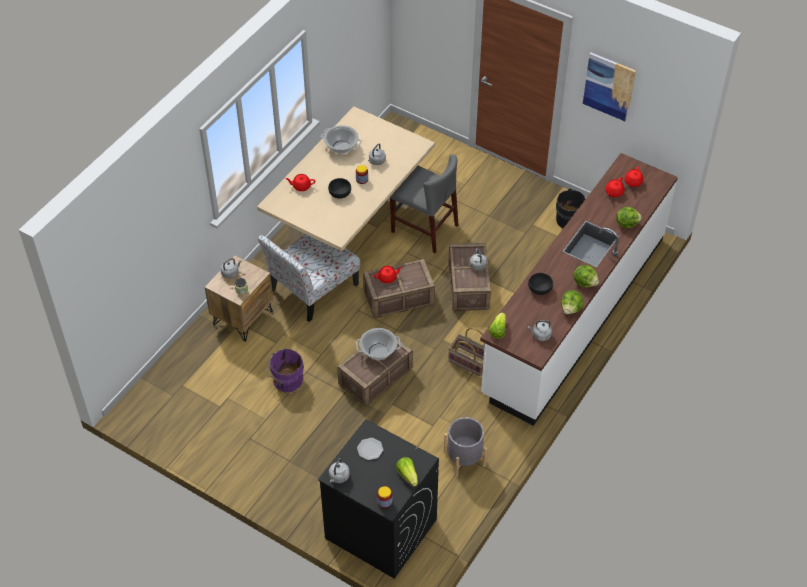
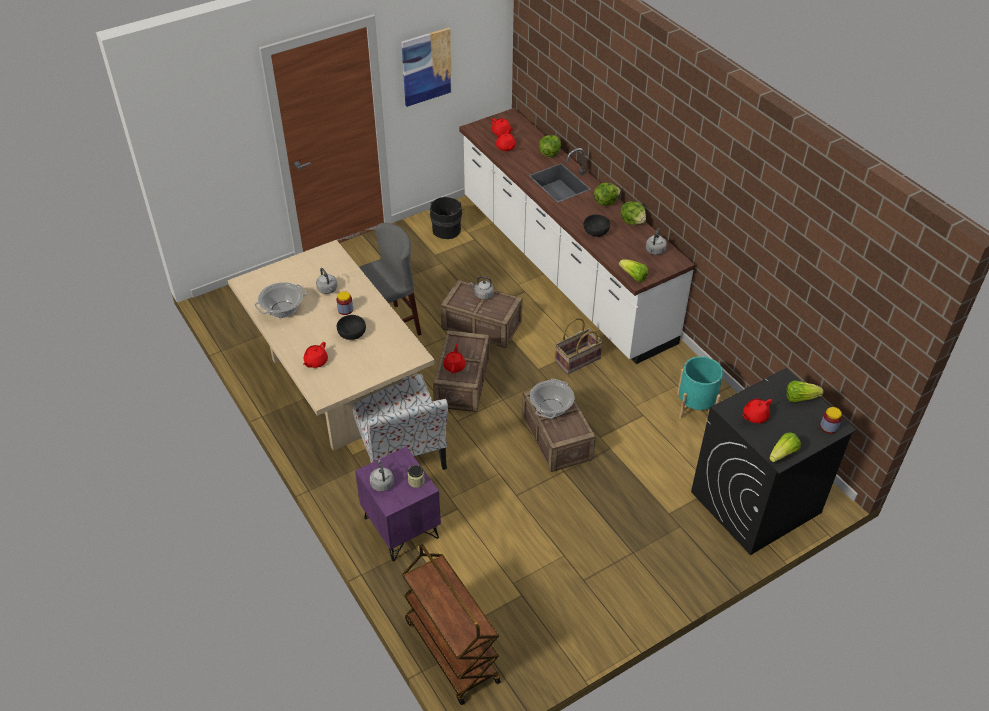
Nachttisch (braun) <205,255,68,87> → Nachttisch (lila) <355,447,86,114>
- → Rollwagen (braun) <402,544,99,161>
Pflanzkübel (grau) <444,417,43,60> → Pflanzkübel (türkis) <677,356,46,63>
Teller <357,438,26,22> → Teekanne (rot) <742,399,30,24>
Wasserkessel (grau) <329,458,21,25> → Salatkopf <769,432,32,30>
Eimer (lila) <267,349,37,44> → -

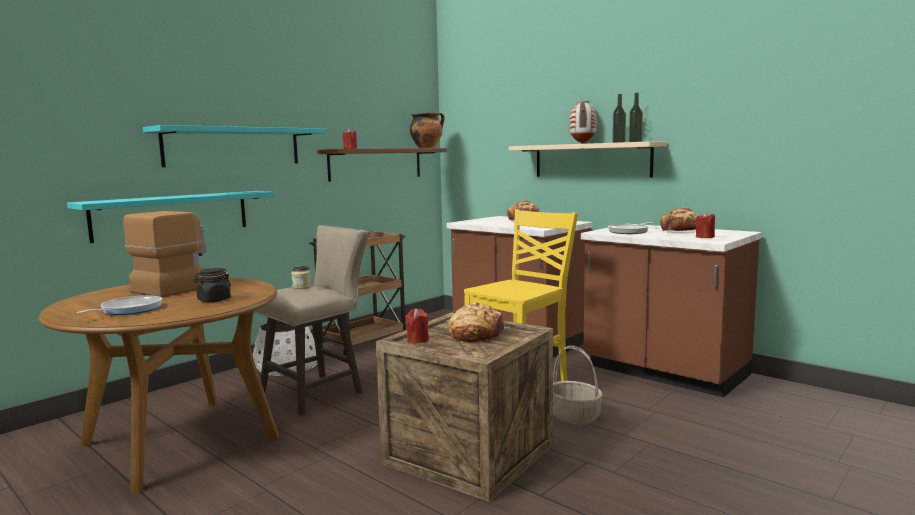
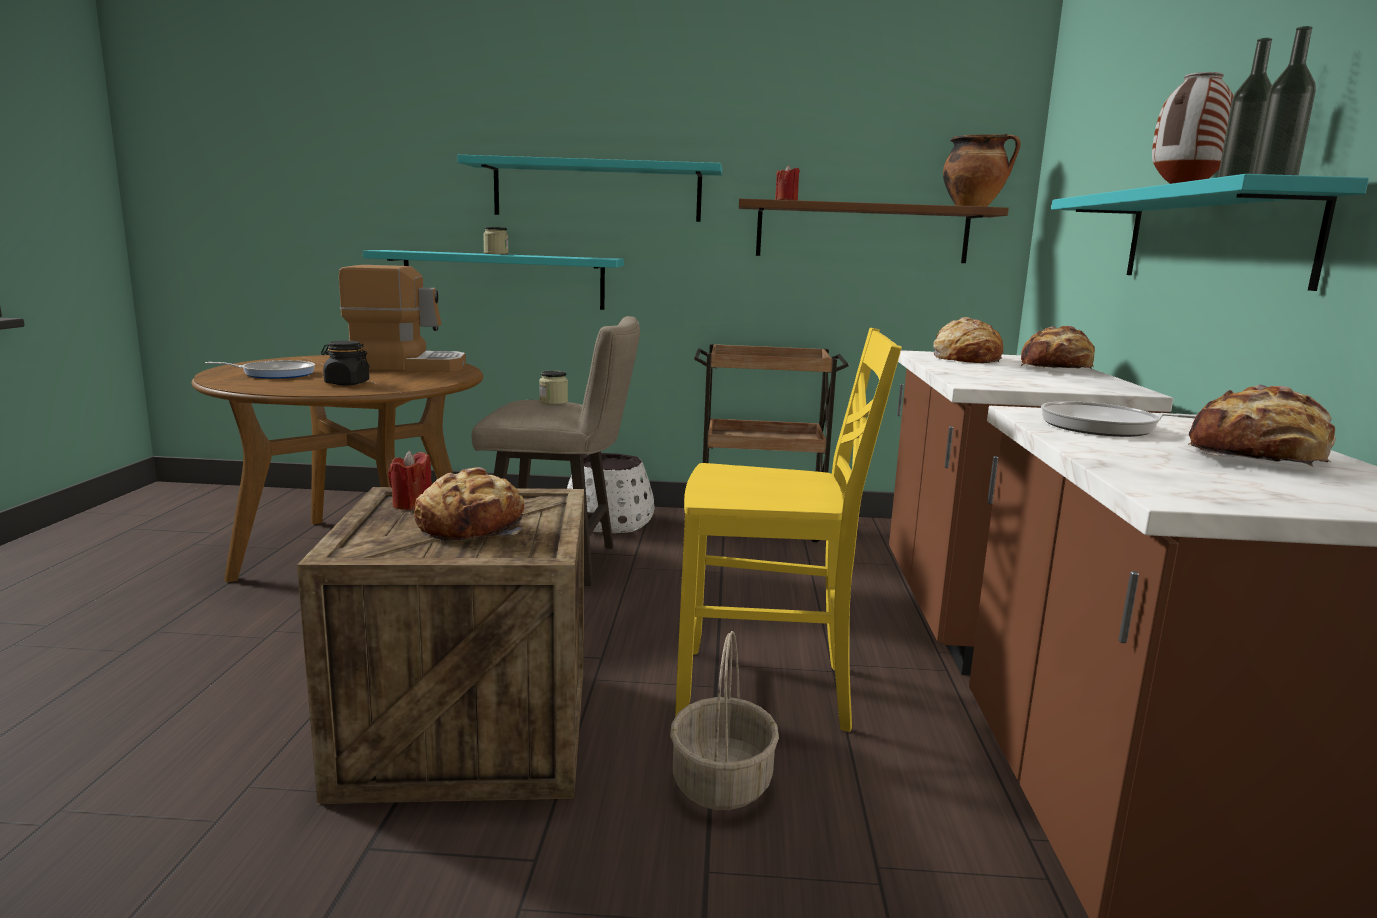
- → Vorratsglas <483,227,25,27>
- → Brot <933,317,71,46>
Wandregal (beige) <509,142,158,36> → Wandregal (türkis) <1051,174,318,117>
Kerze (rot) <695,212,20,26> → -

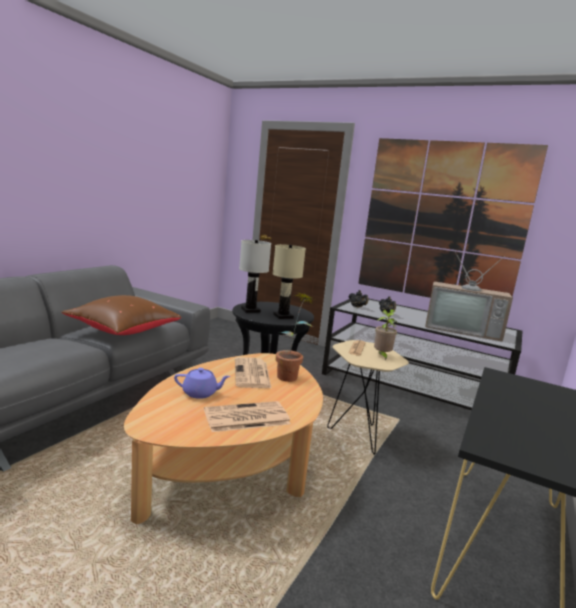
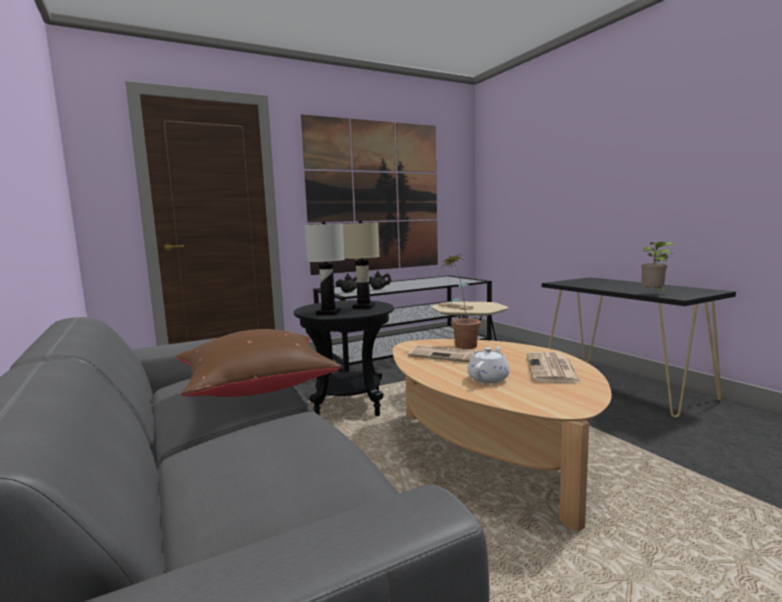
Teekanne (lila) <174,368,56,31> → Teekanne (weiß) <467,346,43,37>
Topfpflanze <374,309,23,52> → Topfpflanze <641,242,34,52>, move
Fernseher <425,250,88,91> → -

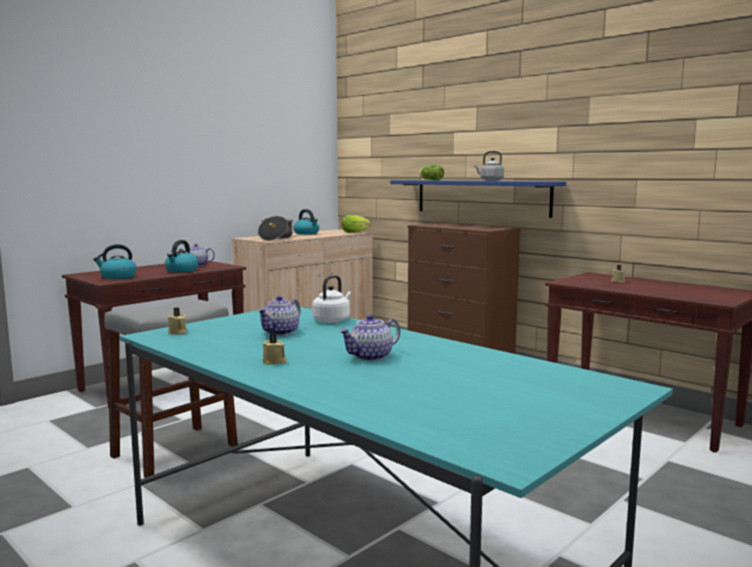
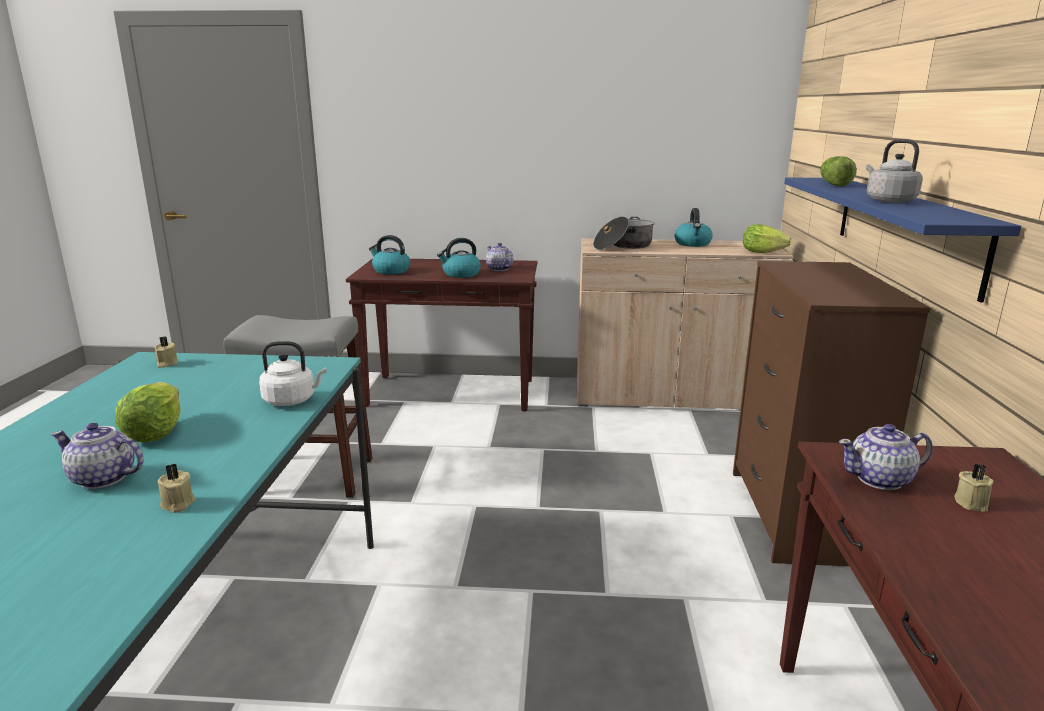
- → Salatkopf <115,382,65,60>
Kerze (beige) <262,333,25,32> → Kerze (beige) <158,463,38,50>, move
Teekanne <257,296,44,40> → Teekanne <839,424,94,66>, move

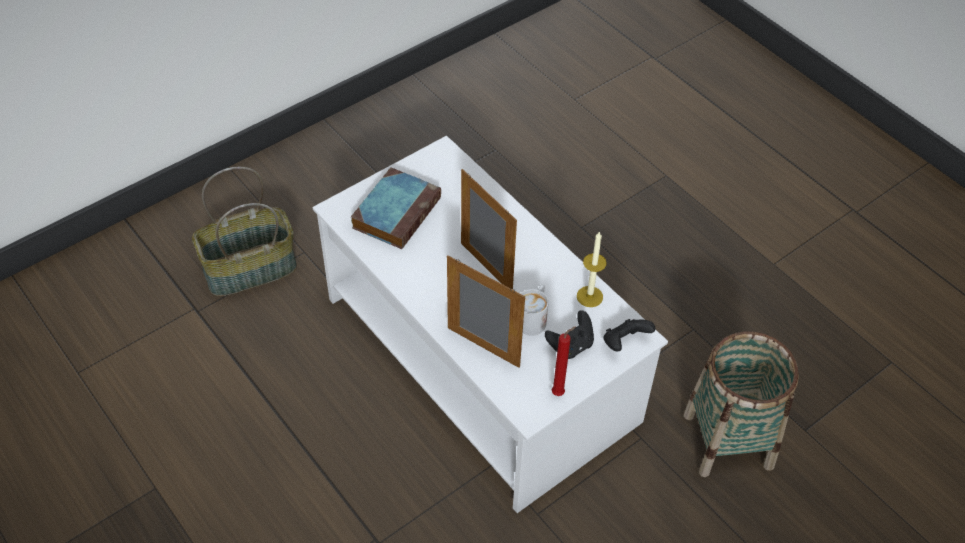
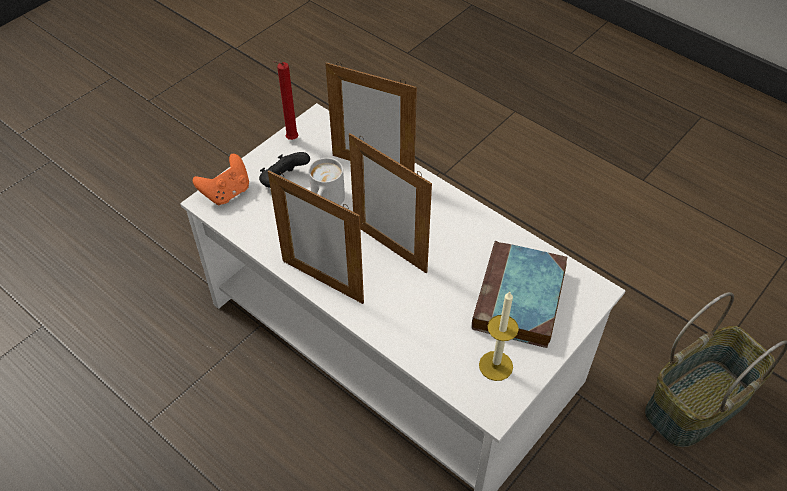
Gamepad (schwarz) <603,319,52,33> → Gamepad (orange) <193,154,56,51>
- → Bilderrahmen <268,171,96,133>
Kerze <577,231,30,76> → Kerze <479,292,40,89>, move
Korb <684,331,115,146> → -

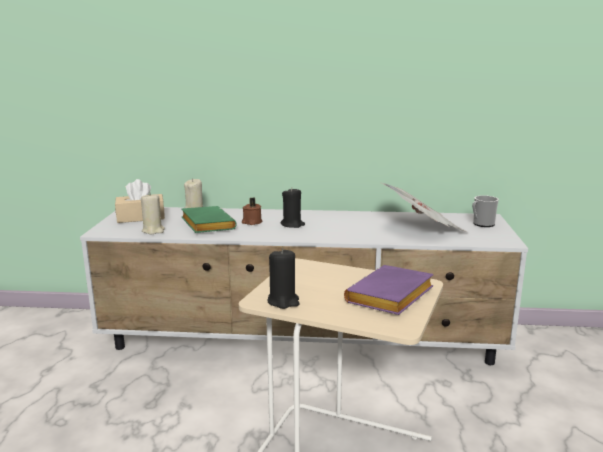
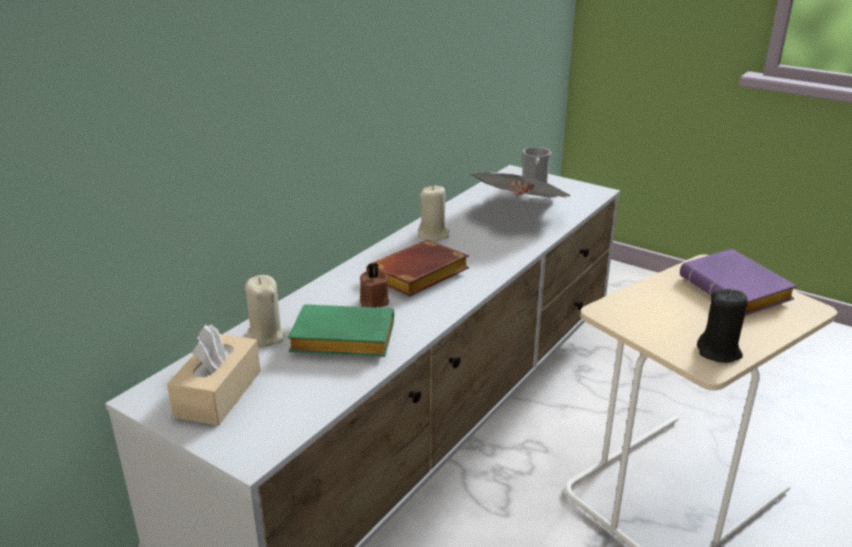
Kerze (schwarz) <280,189,25,39> → Buch (braun) <366,240,103,56>
Kerze (beige) <141,192,24,42> → Kerze (beige) <417,185,32,56>, move

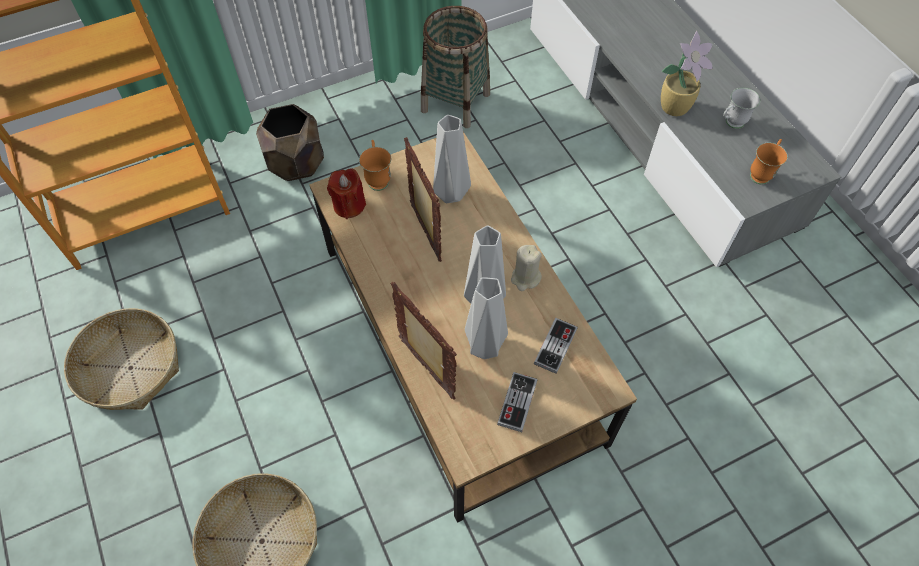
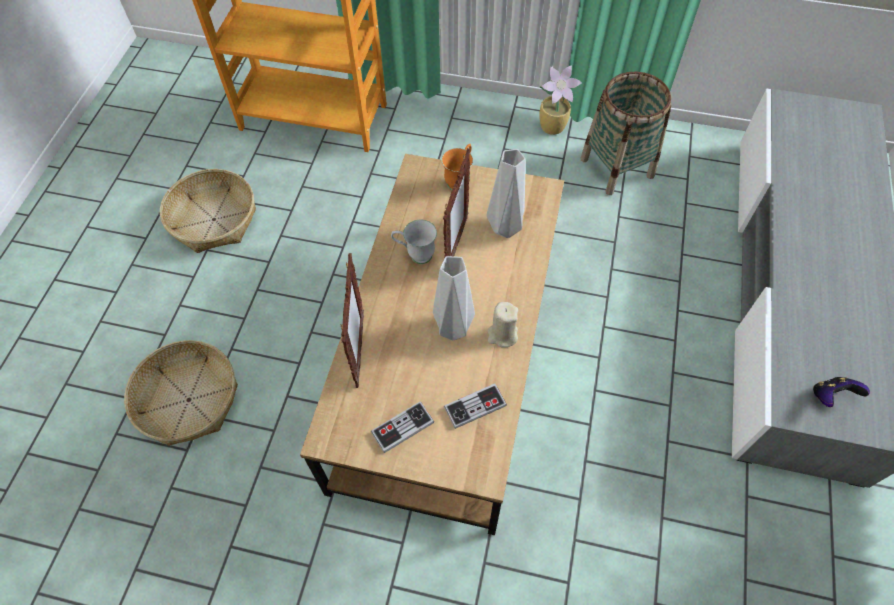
Henkelbecher (weiß) <723,88,38,41> → Henkelbecher (weiß) <391,220,46,44>, move
Topfpflanze <661,31,52,85> → Topfpflanze <539,65,43,70>, move
Henkelbecher (orange) <750,139,38,45> → Gamepad <813,377,57,30>
Pflanzkübel (braun) <256,104,68,77> → -
Kerze (rot) <327,168,39,51> → -
Vase (grau) <465,277,43,82> → -

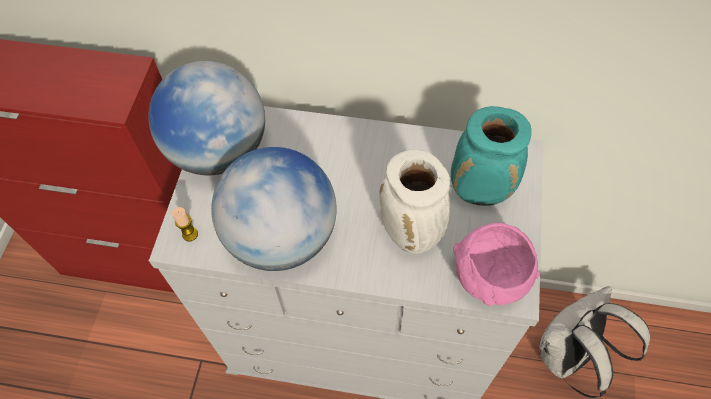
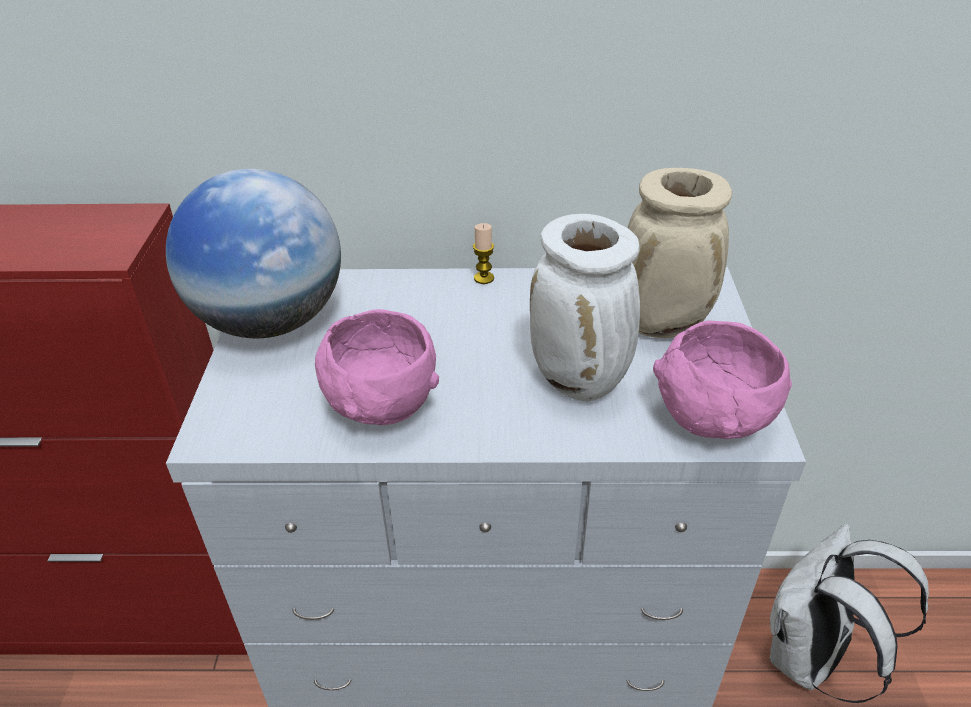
Globus <211,147,126,124> → Schüssel (rosa) <315,309,124,116>
Kerze <172,207,26,34> → Kerze <473,223,21,61>, move
Vase (türkis) <451,106,80,100> → Vase (beige) <628,168,104,170>

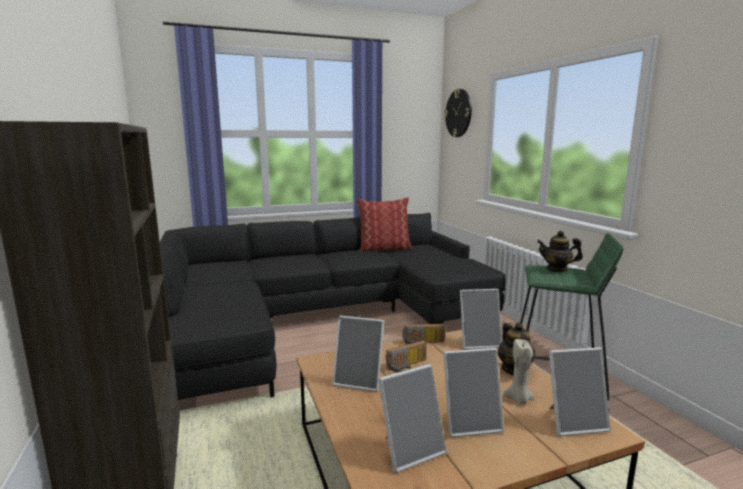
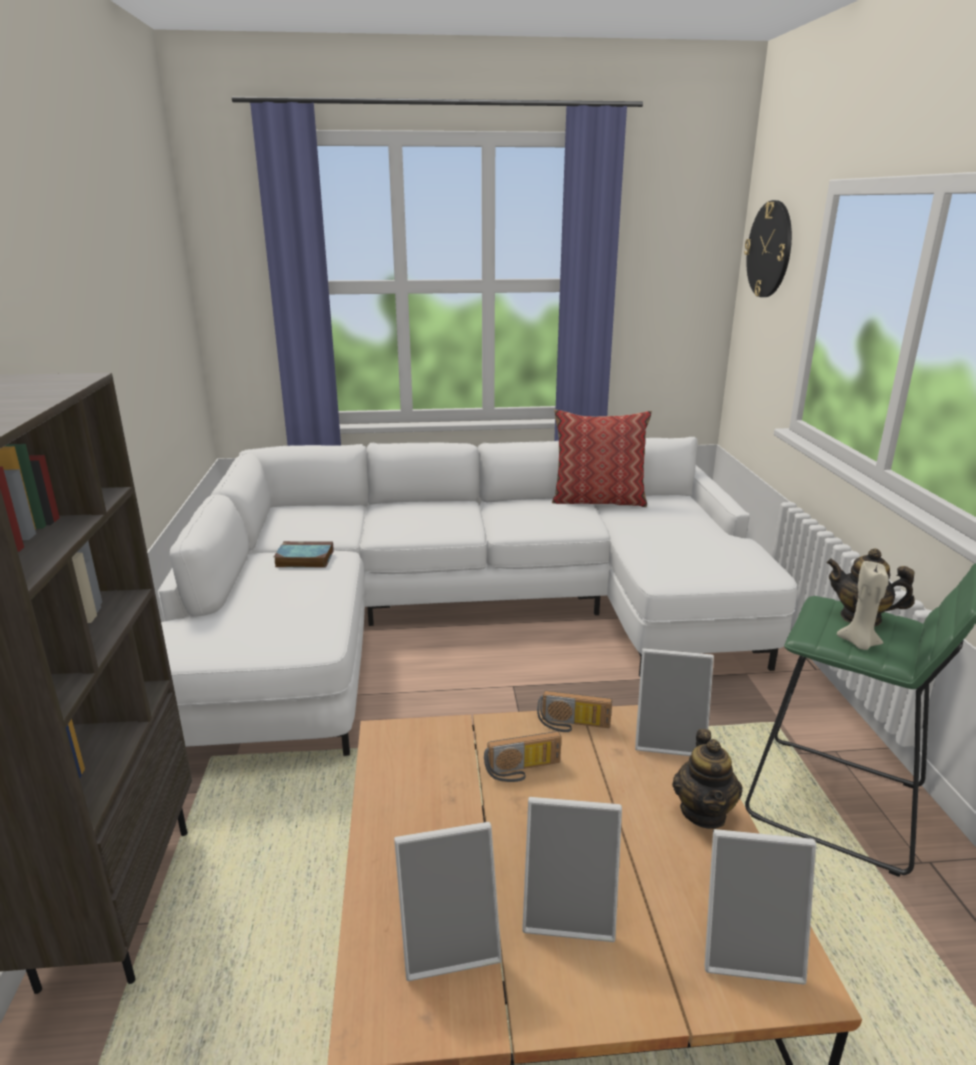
Sofa (schwarz) <160,213,345,187> → Sofa (weiß) <158,437,639,319>
- → Buch <274,541,60,27>
Kerze (beige) <503,339,32,65> → Kerze (beige) <837,561,52,89>, move
Bilderrahmen <332,316,52,76> → -

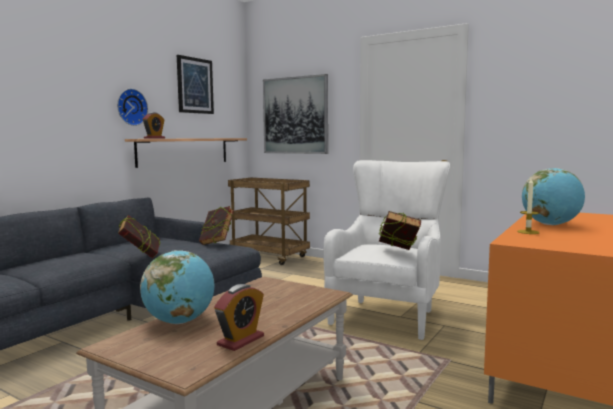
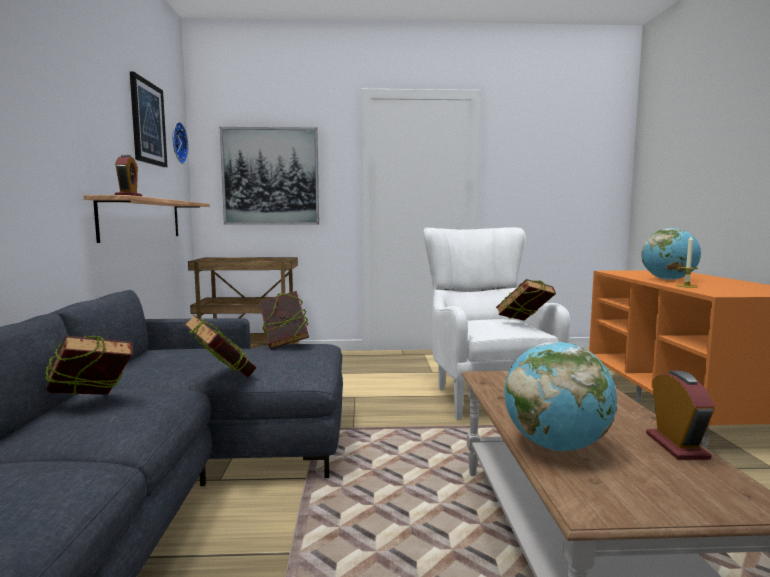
- → Buch <44,335,89,60>
Wanduhr <117,89,31,37> → Wanduhr <173,122,16,42>, move

